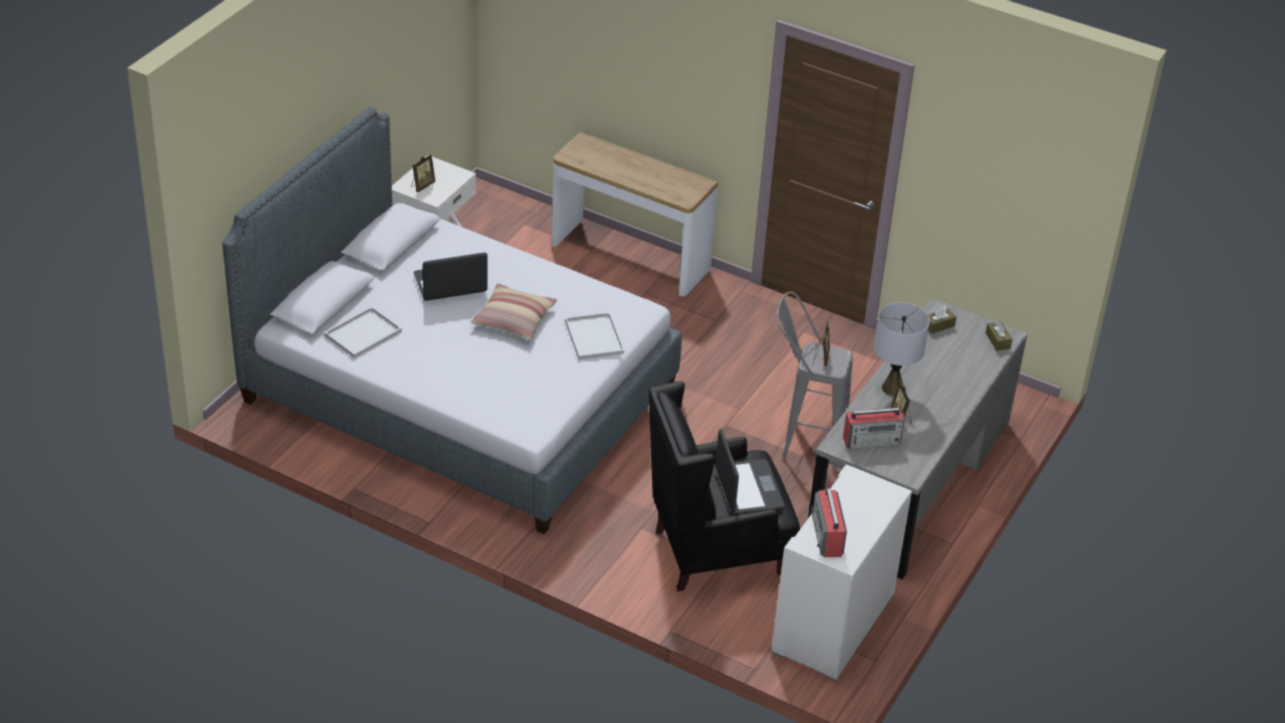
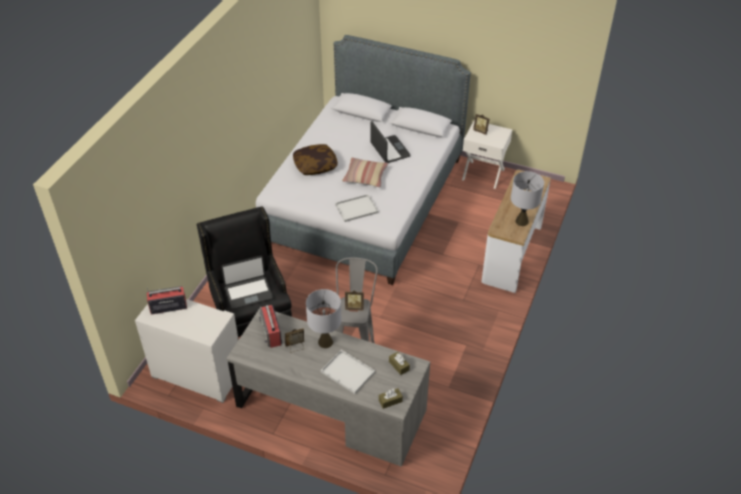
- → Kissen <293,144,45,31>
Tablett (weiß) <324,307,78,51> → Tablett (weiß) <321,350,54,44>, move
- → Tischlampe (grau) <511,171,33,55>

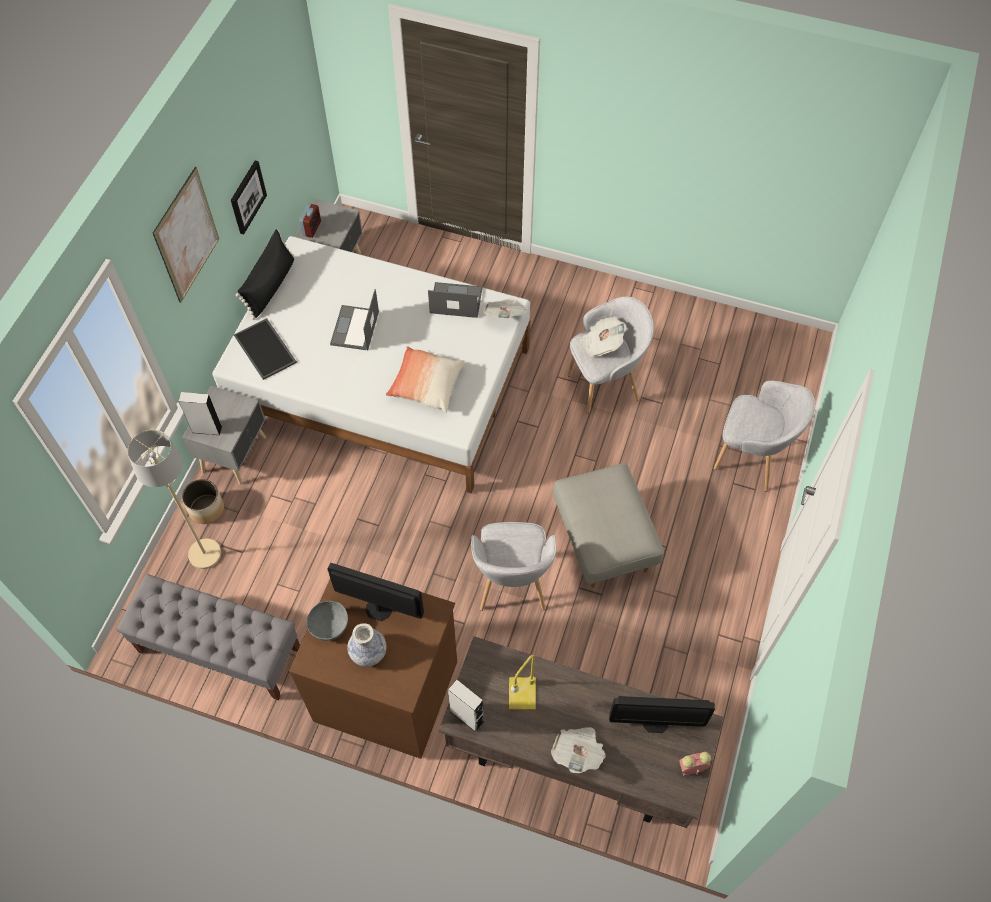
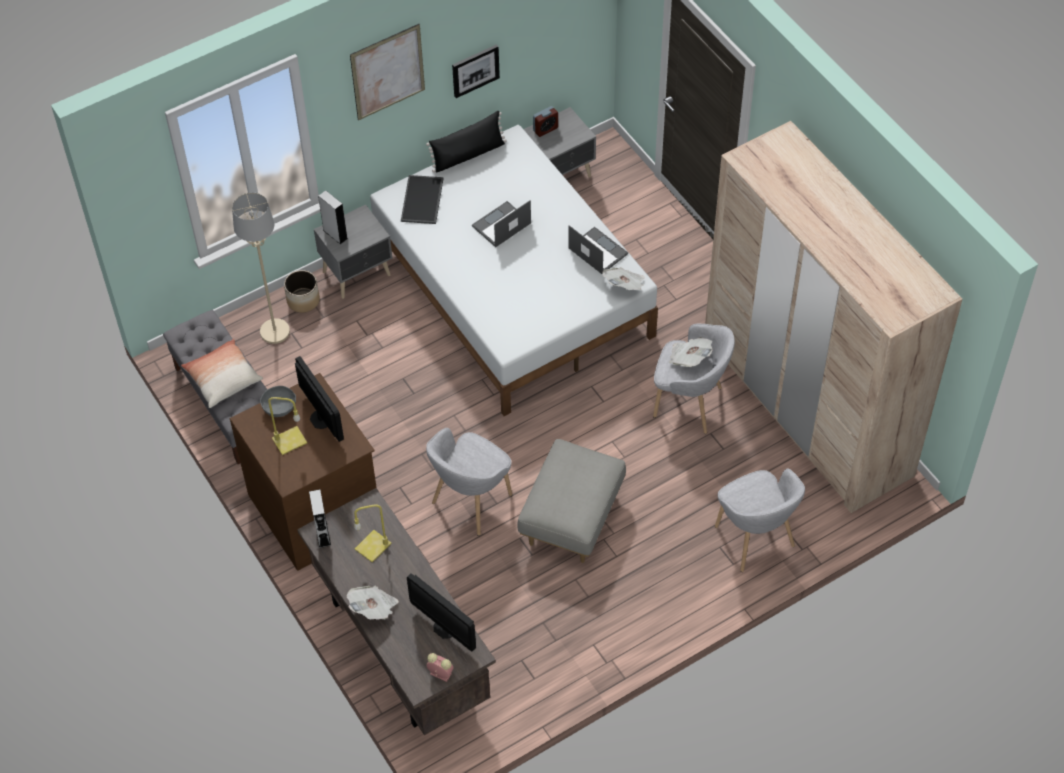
Kissen <386,346,79,67> → Kissen <181,338,82,70>, move
Vase <347,623,39,44> → Tischlampe (gelb) <268,397,39,58>
- → Kleiderschrank (beige) <705,121,257,392>

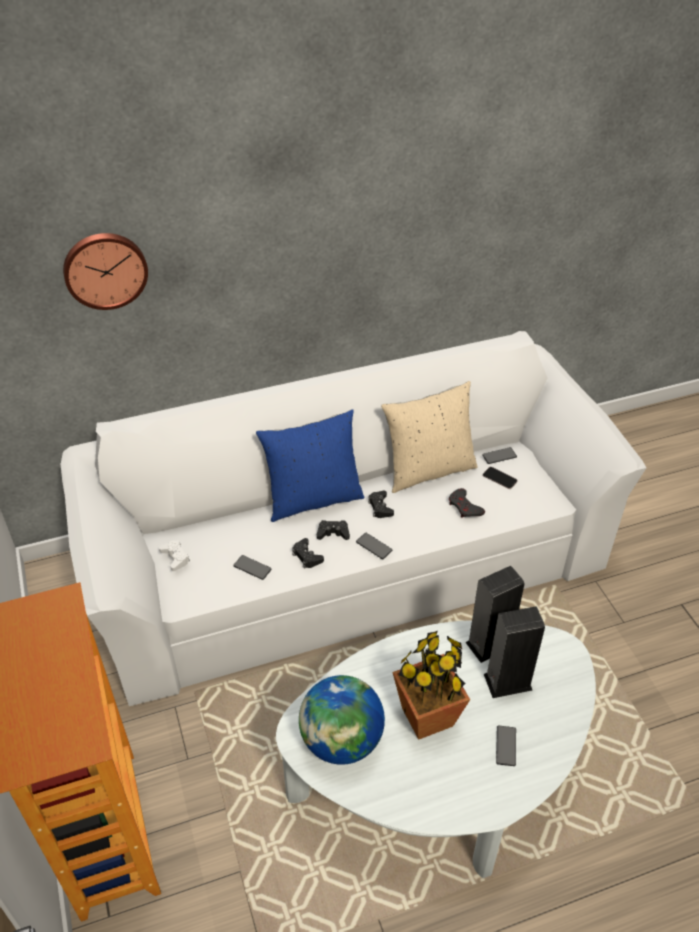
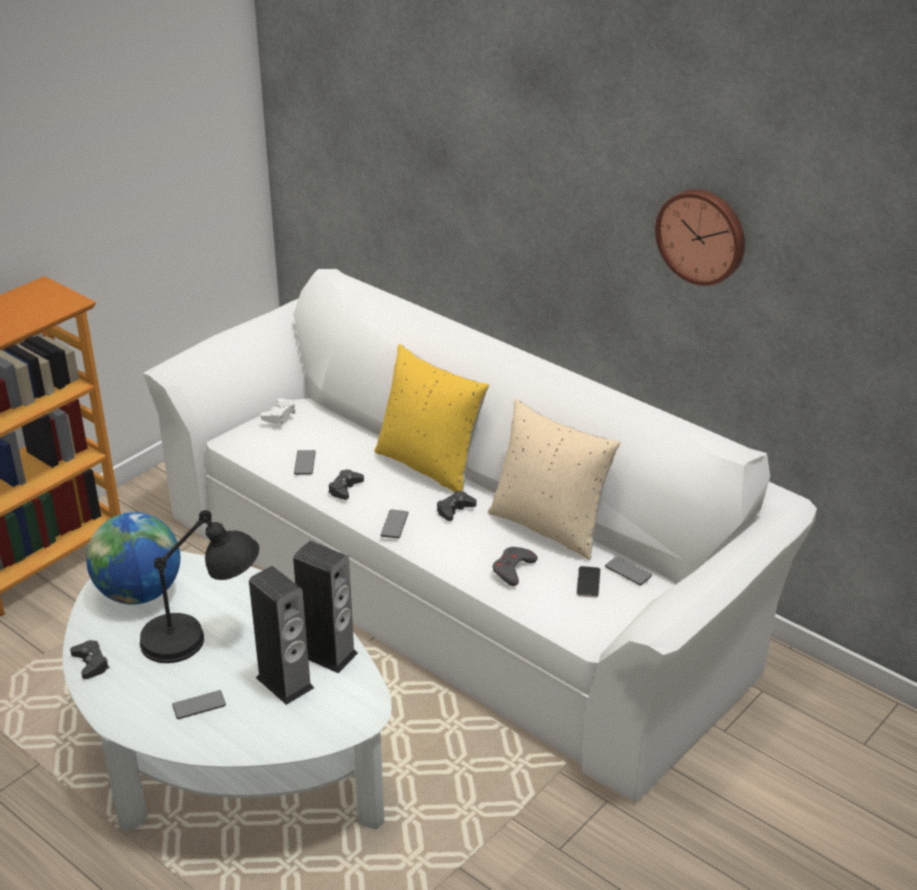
Gamepad (schwarz) <317,520,33,20> → Gamepad (schwarz) <70,640,40,39>, move
Topfpflanze <393,631,77,109> → Tischlampe (schwarz) <140,510,119,153>
Kissen (blau) <256,409,108,113> → Kissen (gelb) <374,344,115,148>
Wanduhr <63,233,85,77> → Wanduhr <655,189,90,97>, move

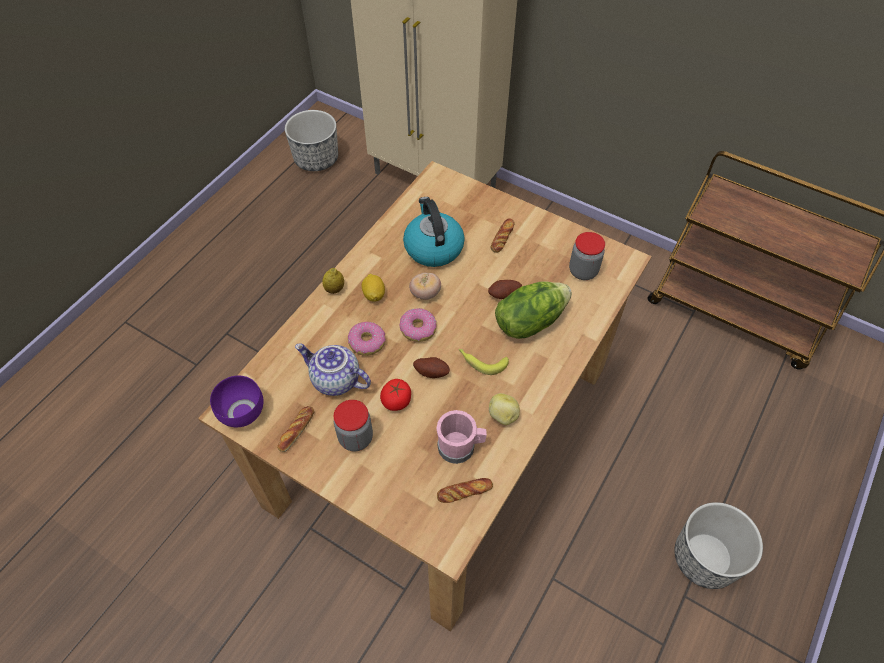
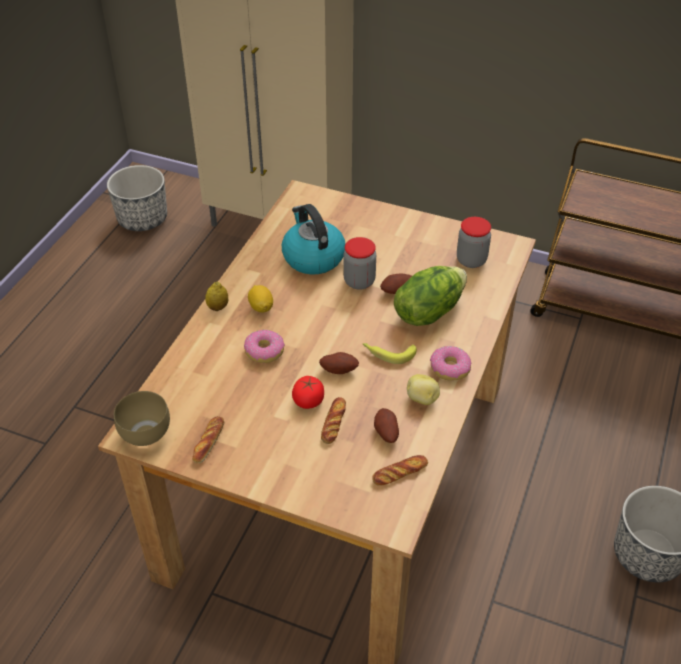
Schüssel (lila) <210,376,53,51> → Schüssel (braun) <114,391,56,55>
Brot <491,218,24,35> → Brot <321,397,25,47>, move
Vorratsglas <334,400,39,51> → Vorratsglas <343,237,33,53>, move
Henkelbecher (rosa) <436,410,51,54> → Kartoffel <374,408,25,35>
Donut <399,308,38,34> → Donut <430,346,41,35>, move
Teekanne <295,343,76,53> → -
Tomate <409,273,32,27> → -

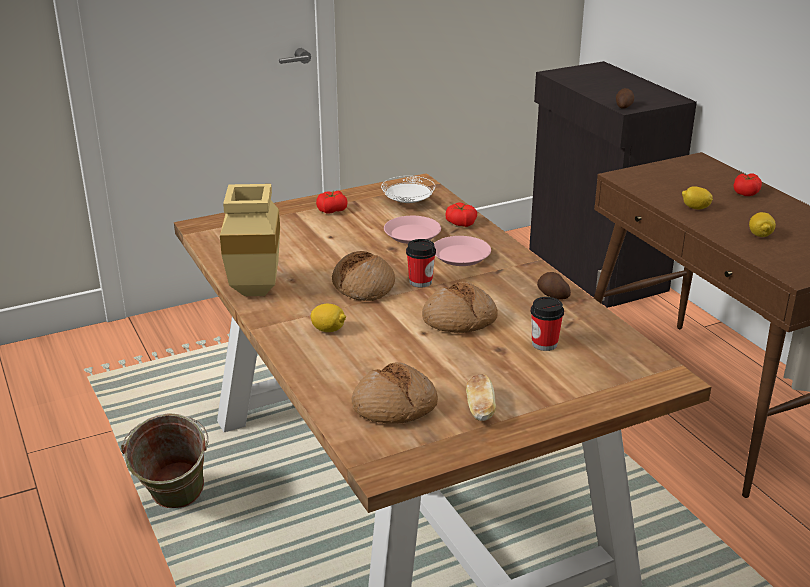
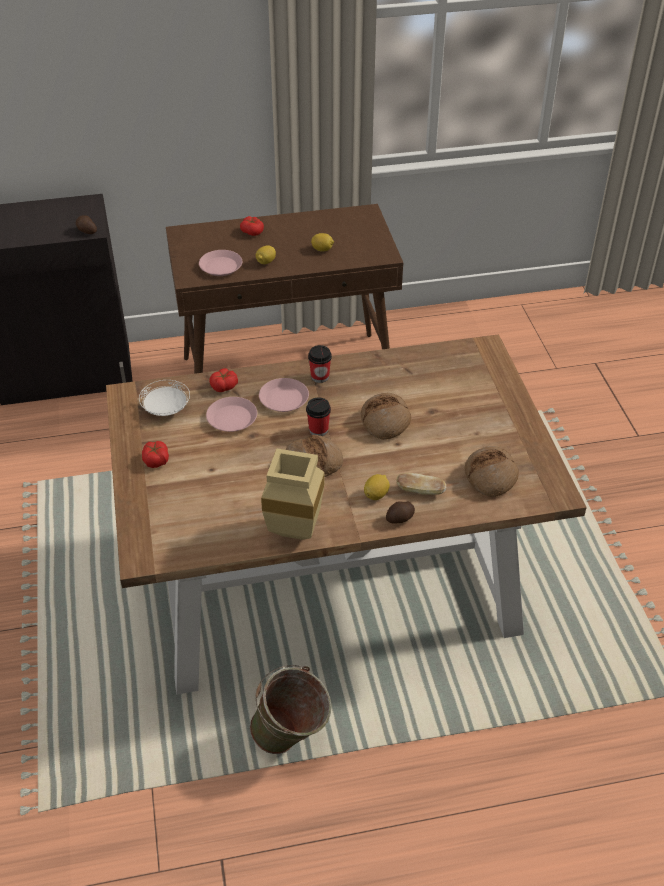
- → Teller (rosa) <199,250,43,26>
Tasse <530,297,34,54> → Tasse <308,345,24,38>, move
Kartoffel <537,272,34,28> → Kartoffel <386,501,29,23>, move
Brot <466,374,30,47> → Brot <397,473,49,22>, move

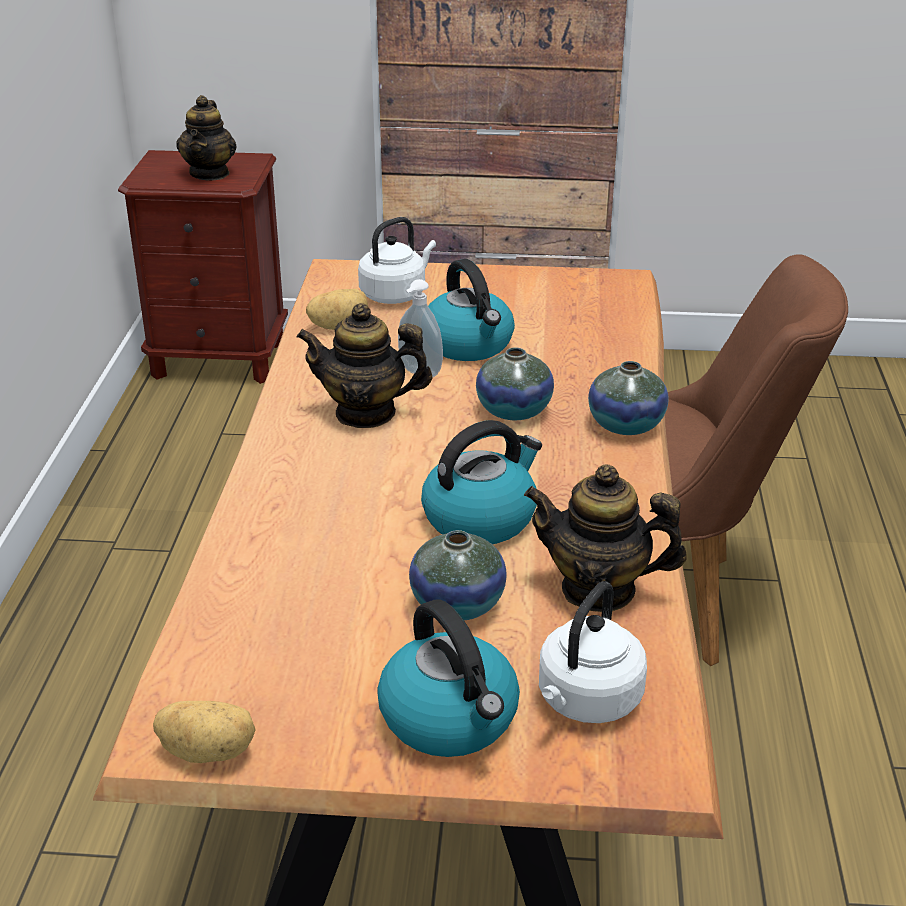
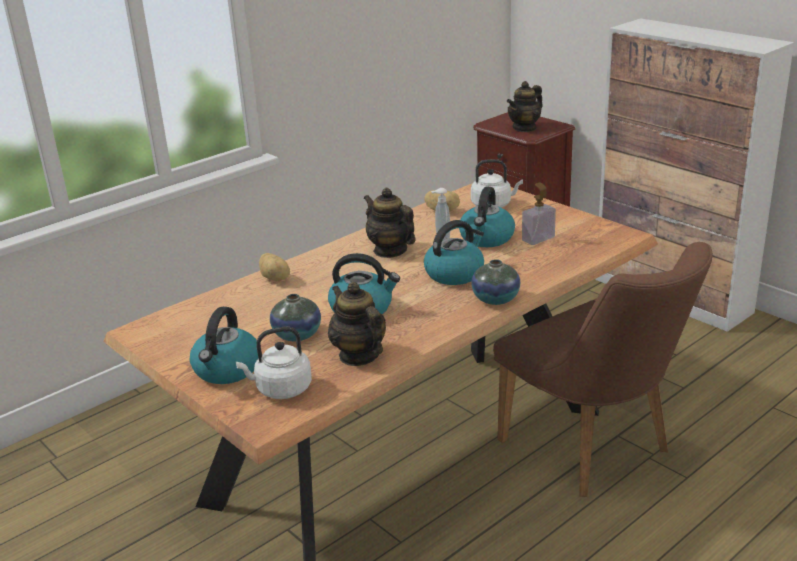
Kartoffel <153,701,103,62> → Kartoffel <259,253,31,28>, move
Vase <476,347,78,73> → Wasserkessel <424,220,60,65>
- → Seifenspender <522,182,34,63>

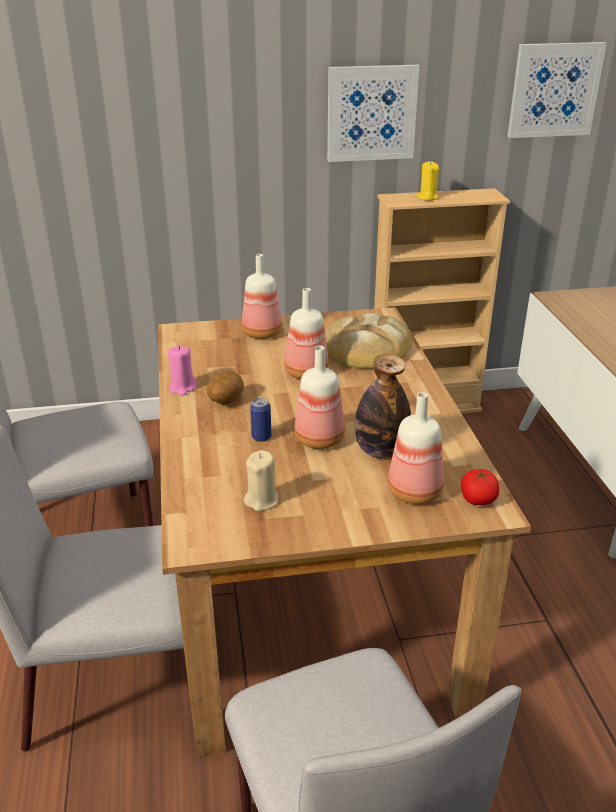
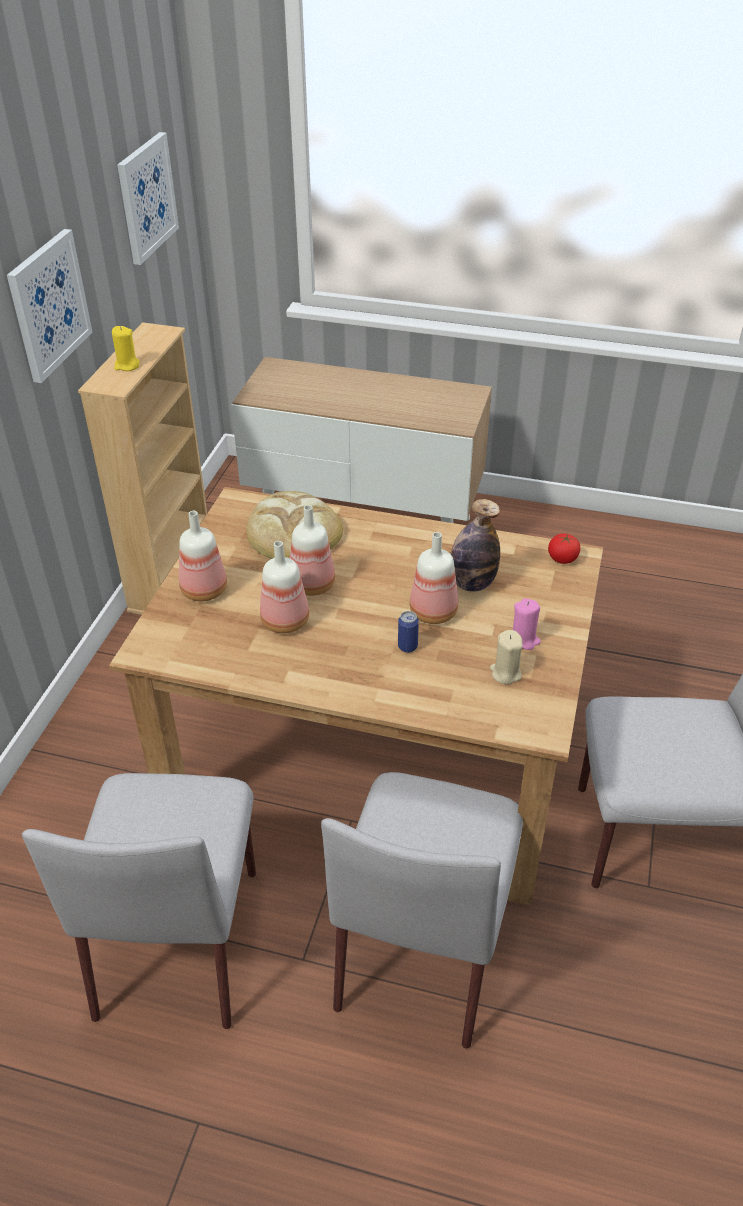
Flasche <388,392,56,112> → Flasche <260,541,49,92>, move
Kerze (rosa) <168,346,29,49> → Kerze (rosa) <513,598,28,52>, move
Kartoffel <207,371,37,34> → -

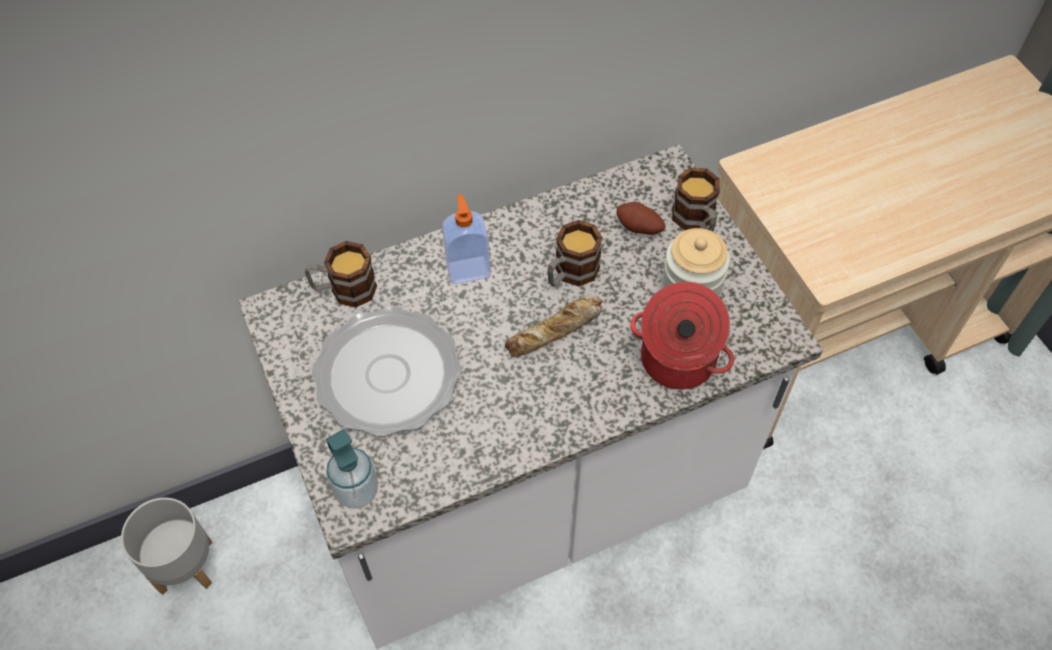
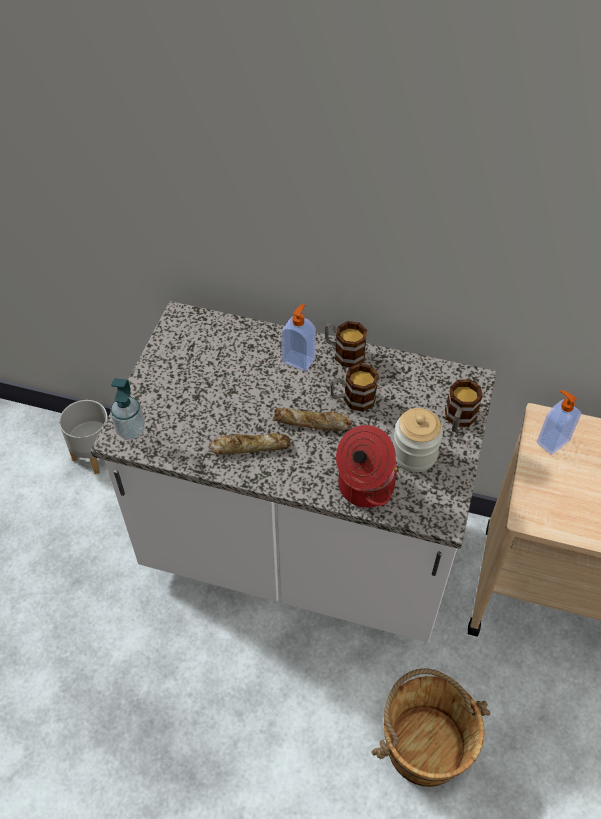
- → Brot <209,433,82,22>
Henkelbecher <305,241,72,66> → Henkelbecher <325,321,42,46>, move
- → Eimer (braun) <371,668,119,119>
- → Seifenspender <537,390,45,65>
Teller <312,307,150,130> → -
Kartoffel <616,202,50,33> → -

